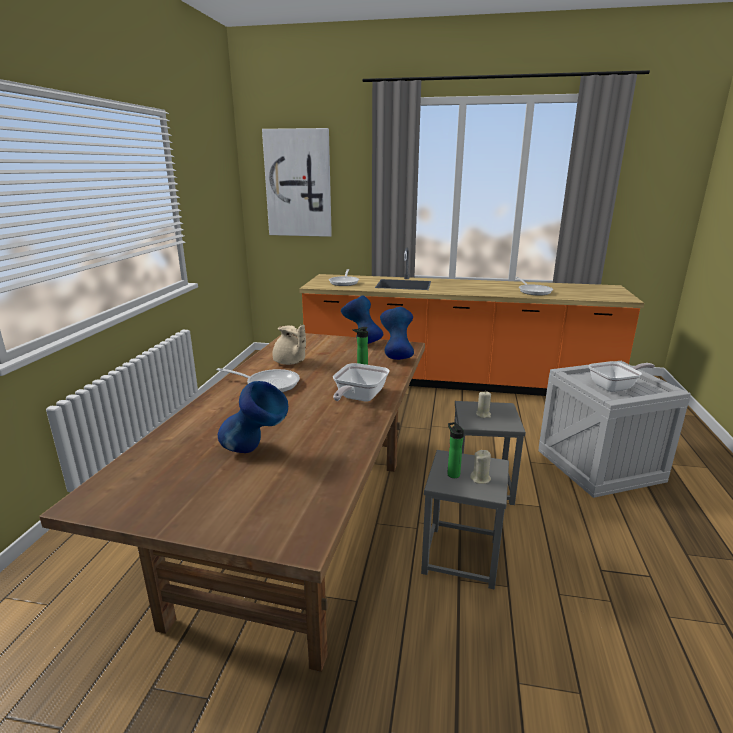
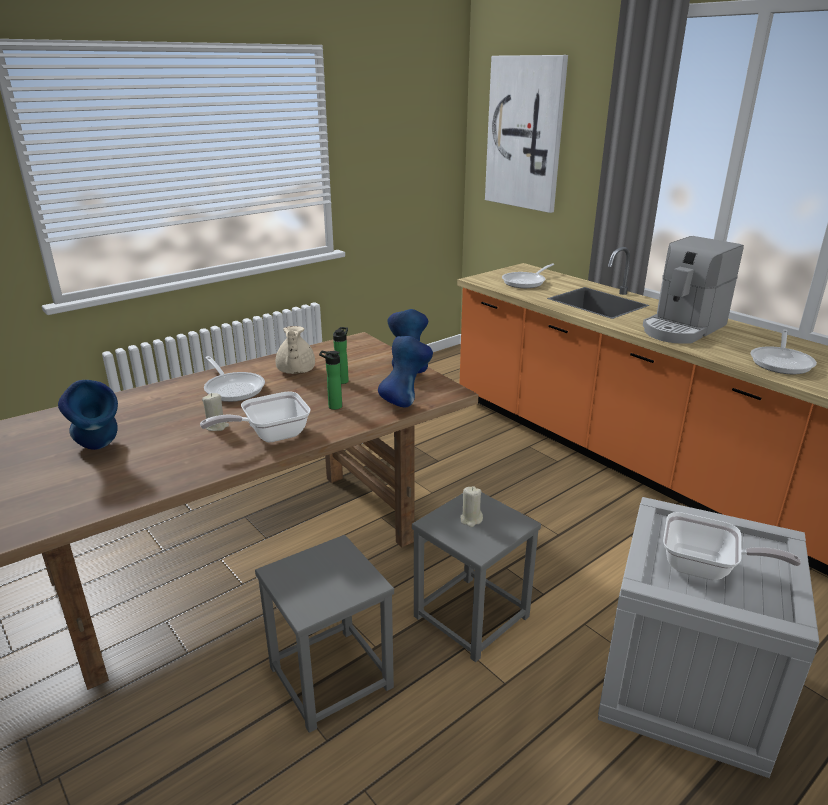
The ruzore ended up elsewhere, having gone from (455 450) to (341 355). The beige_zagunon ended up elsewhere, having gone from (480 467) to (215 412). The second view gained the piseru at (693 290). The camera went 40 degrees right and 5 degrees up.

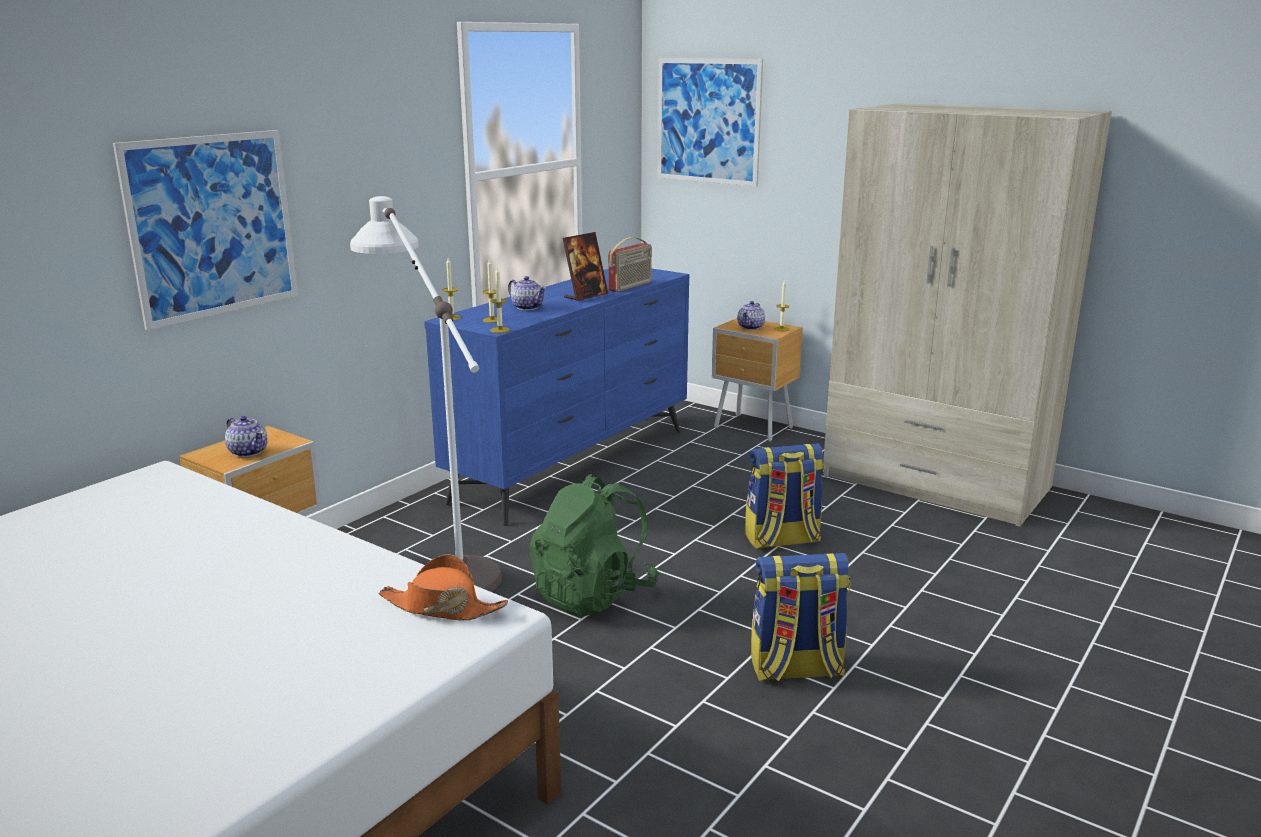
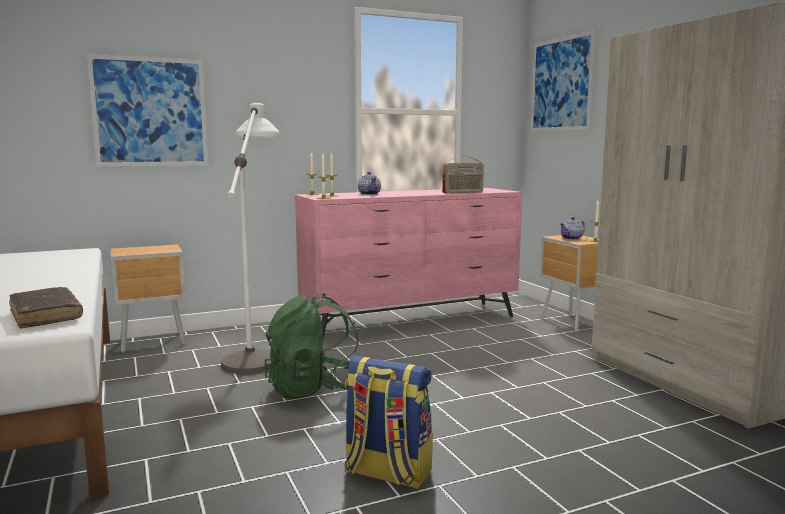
The second view lost the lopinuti at (246 436). Where the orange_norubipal stood at (443 587), the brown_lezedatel came to stand at (46 307). What was the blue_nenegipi at (556 397) turned into the pink_nenegipi at (408 263). The second view lost the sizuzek at (585 266). The second view lost the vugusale at (784 496). The camera went 30 degrees right and 10 degrees down.

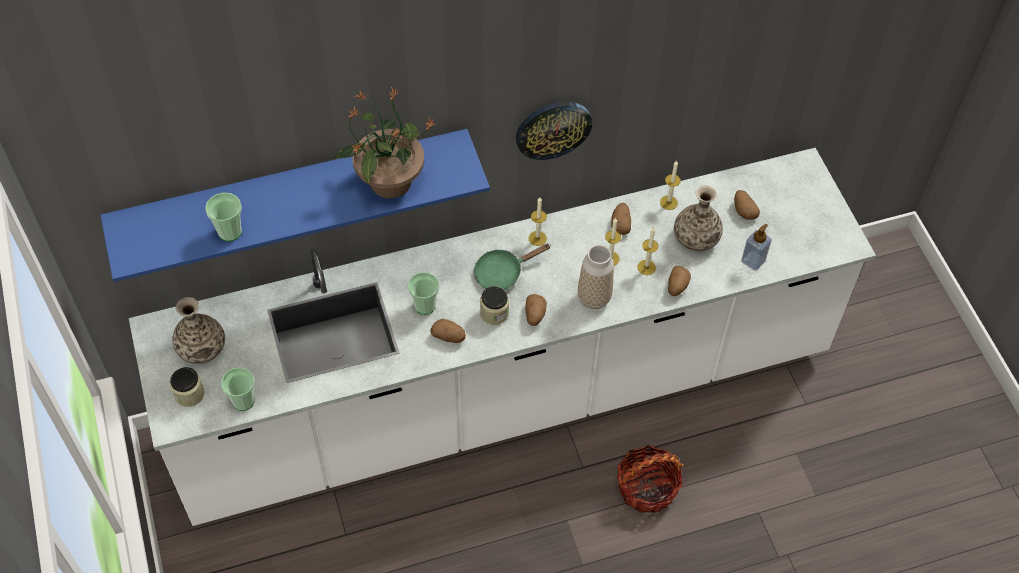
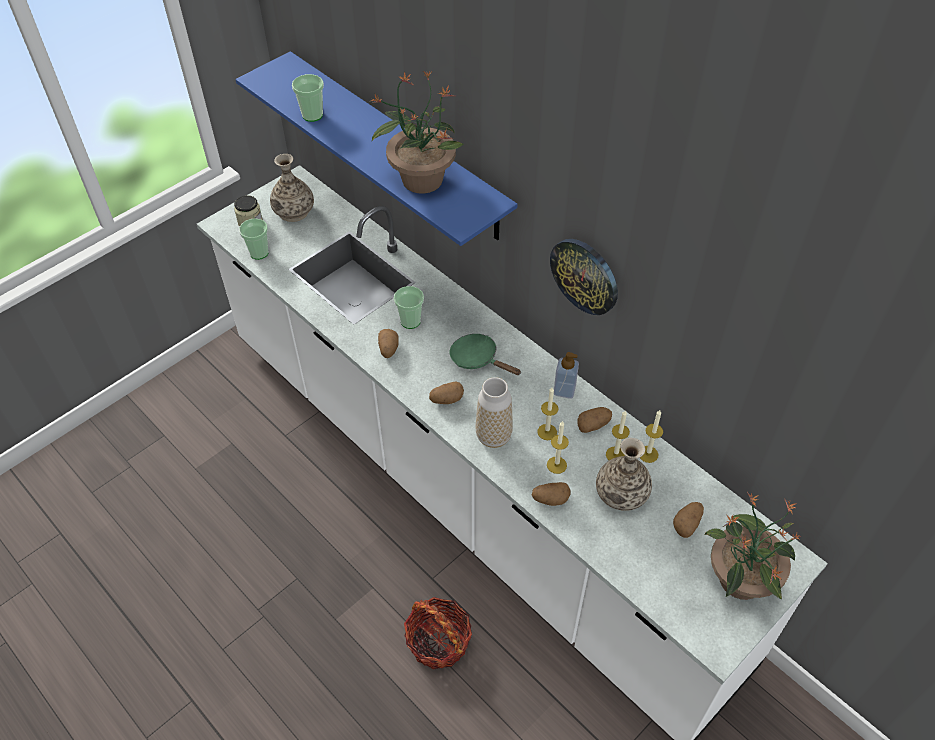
The second view lost the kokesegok at (494 305). The zagunon ended up elsewhere, having gone from (538 221) to (618 435). The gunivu ended up elsewhere, having gone from (756 247) to (566 375). The second view gained the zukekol at (752 546). The camera went 65 degrees right and 5 degrees down.

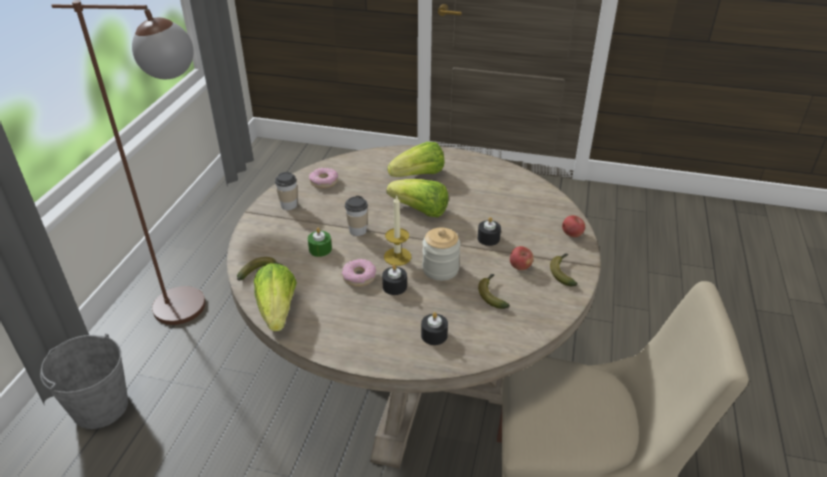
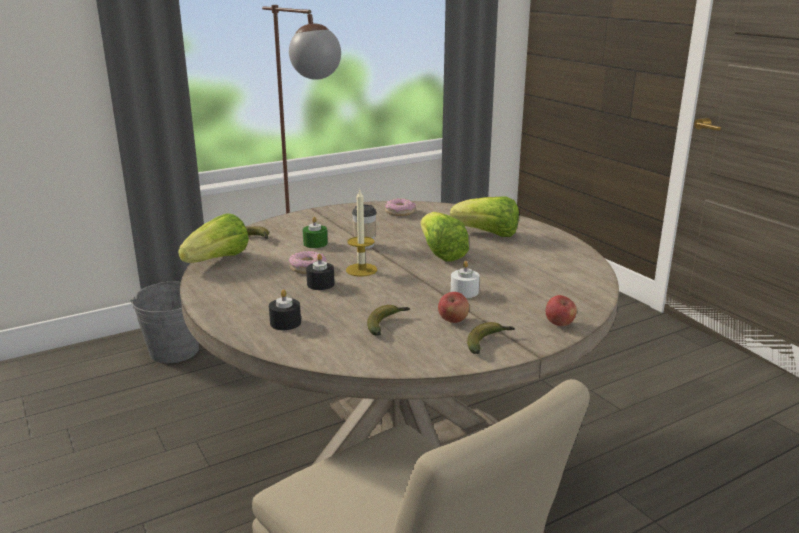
The second view lost the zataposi at (286 191). The second view lost the kokesegok at (441 254). What was the black_zagunon at (489 231) turned into the white_zagunon at (465 279). The camera went 45 degrees right and 15 degrees down.

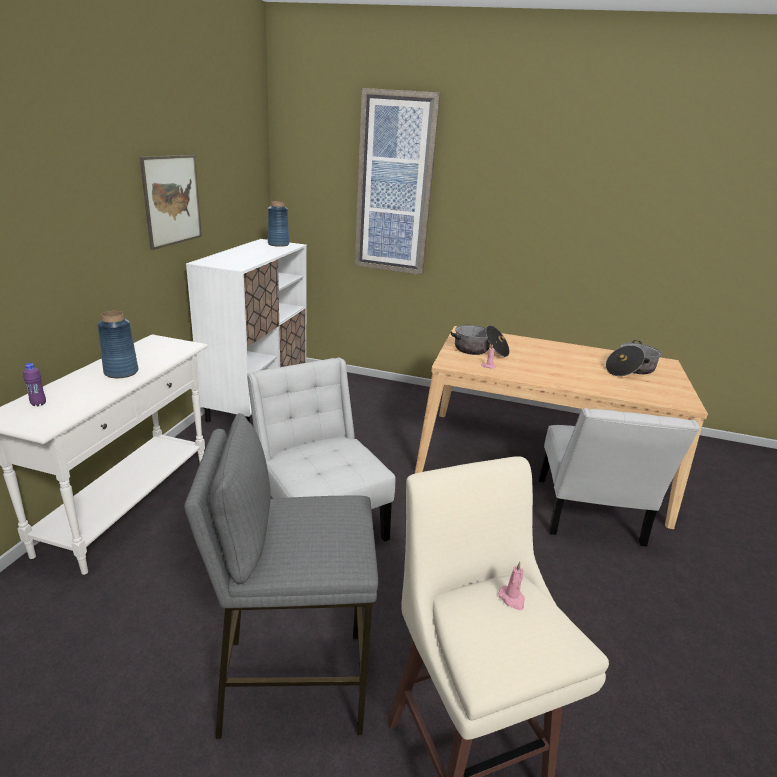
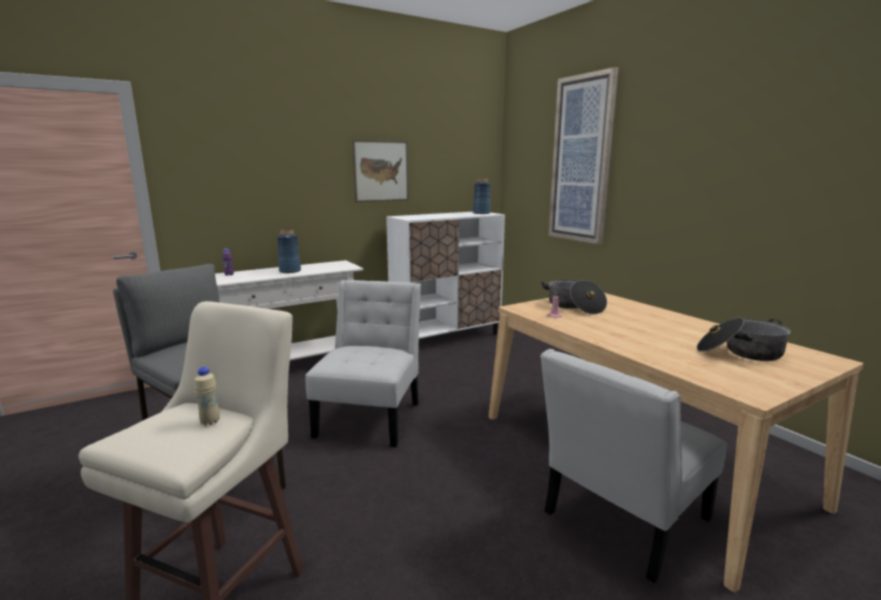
Where the pink_zagunon stood at (511 586), the beige_ruzore came to stand at (207 396). The camera went 45 degrees right and 10 degrees down.

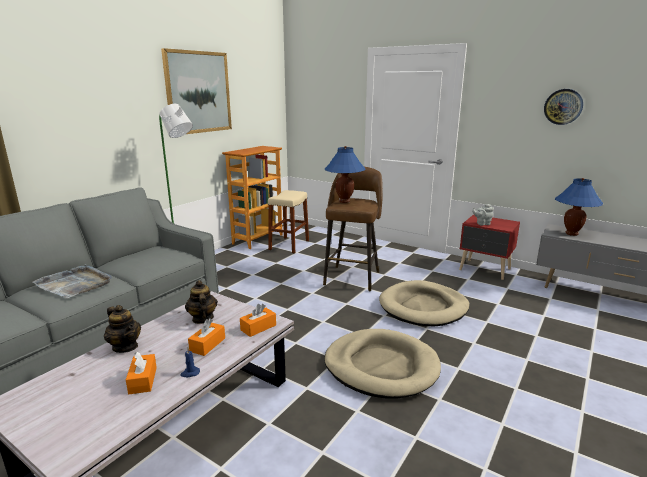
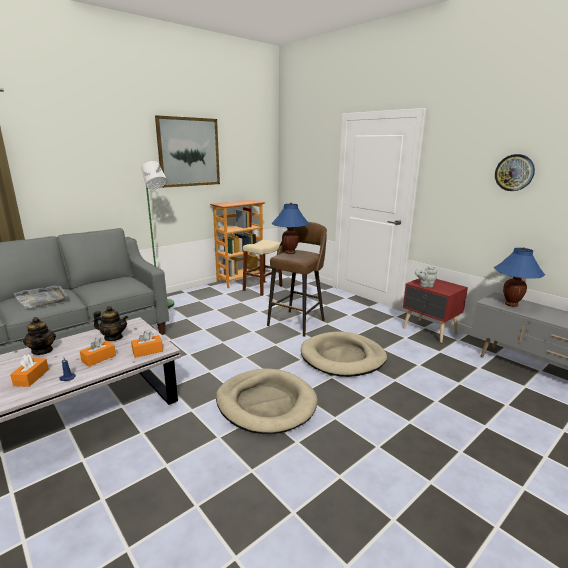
The lopinuti at (201 302) ended up facing another way, 105 degrees clockwise from before. The camera went 15 degrees right and 0 degrees up.

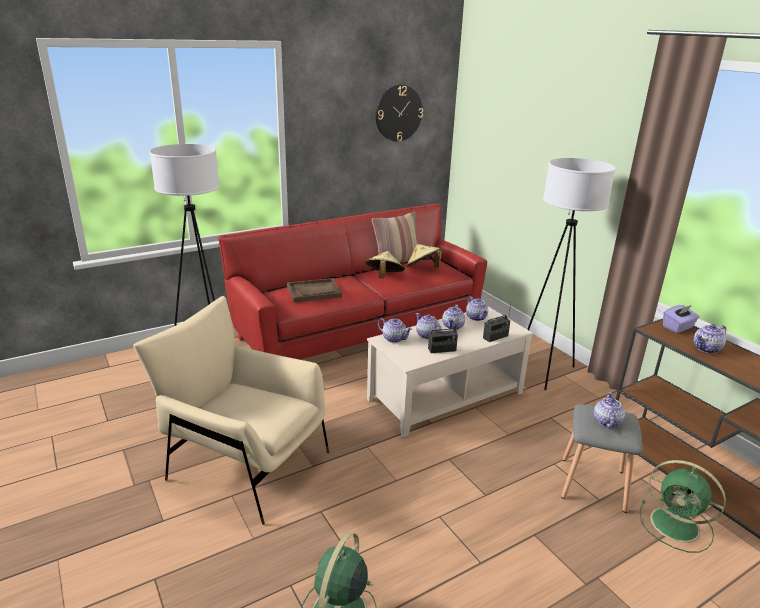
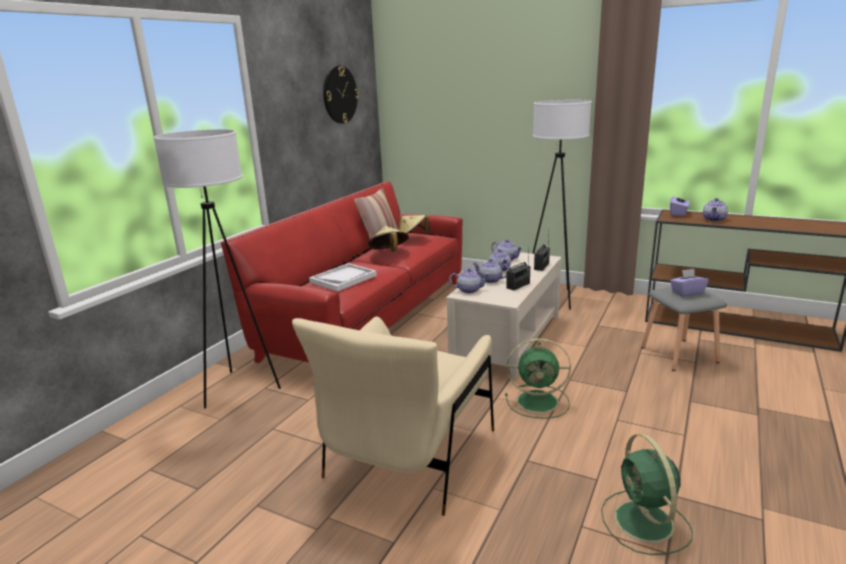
The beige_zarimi at (231 410) ended up facing another way, 60 degrees counterclockwise from before. What was the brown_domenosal at (314 290) turned into the white_domenosal at (343 277). Where the lopinuti stood at (609 410), the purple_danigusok came to stand at (689 282). The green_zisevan ended up elsewhere, having gone from (682 506) to (538 378). The camera went 30 degrees left and 5 degrees down.

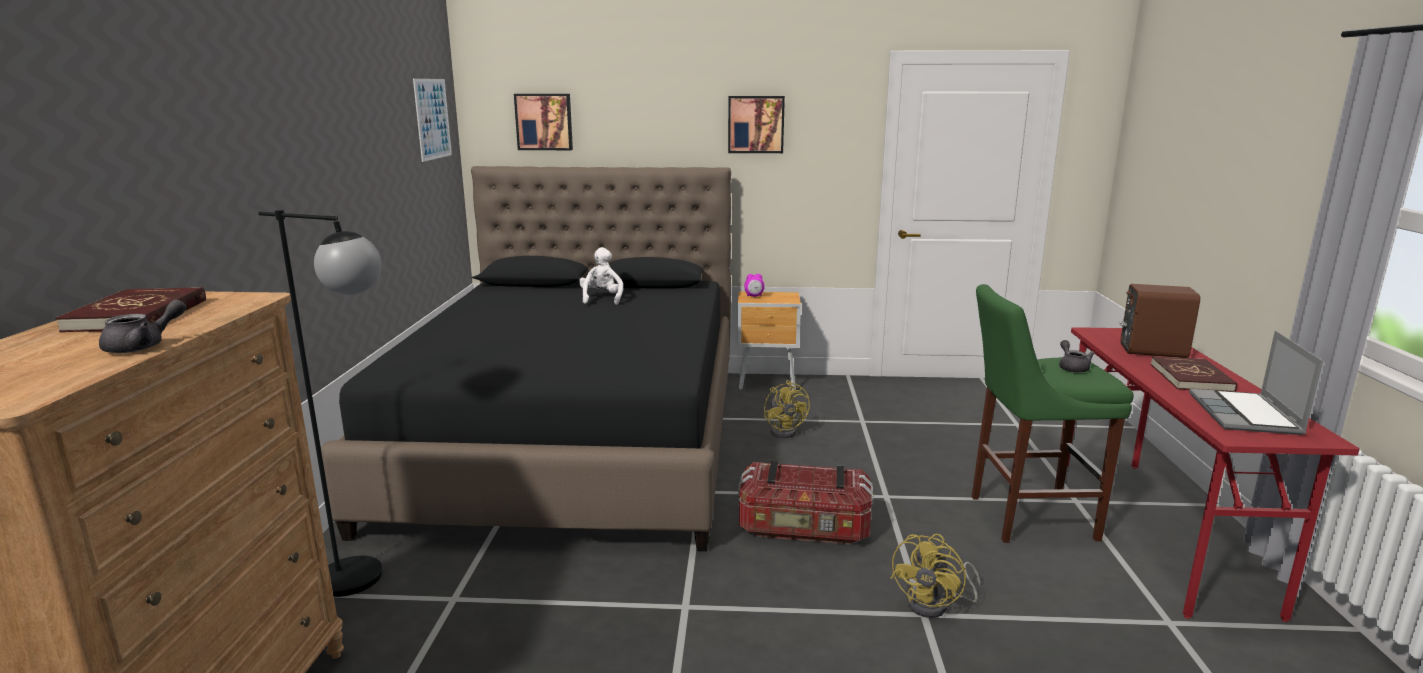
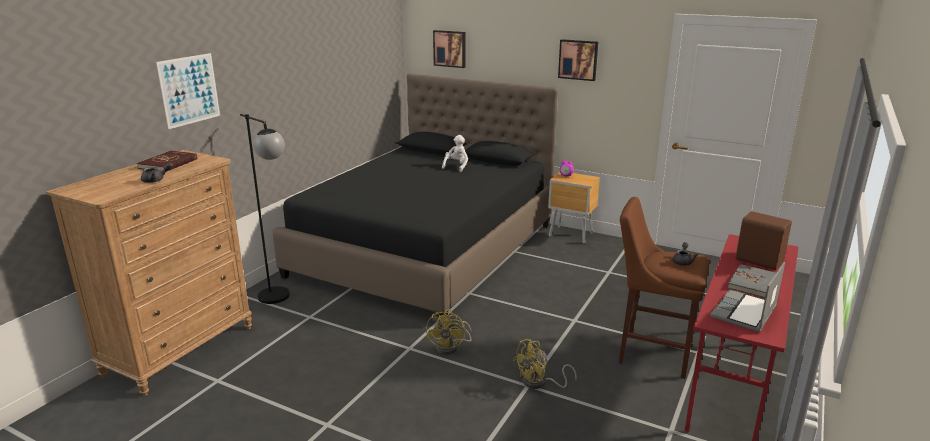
The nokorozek ended up elsewhere, having gone from (432 120) to (188 91). The second view lost the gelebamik at (806 502). The yellow_zisevan ended up elsewhere, having gone from (787 409) to (448 332). What was the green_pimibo at (1052 413) turned into the brown_pimibo at (664 288). What was the red_lezedatel at (1194 374) turned into the grey_lezedatel at (752 281). The camera went 25 degrees right and 5 degrees up.

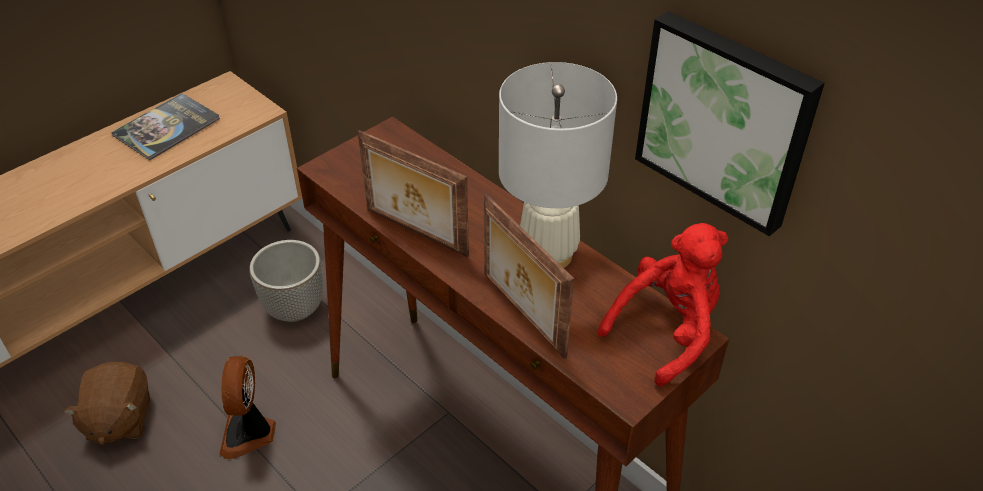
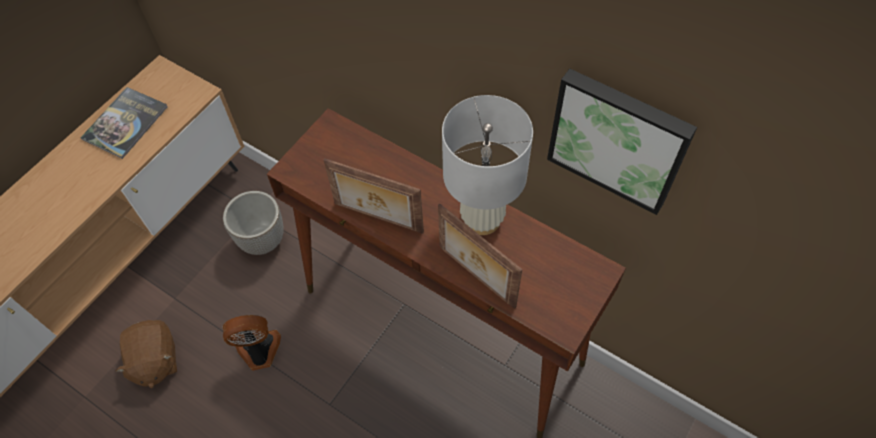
The zisevan at (247 407) ended up facing another way, 90 degrees clockwise from before. The second view lost the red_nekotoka at (663 304). The camera went 10 degrees left and 15 degrees up.

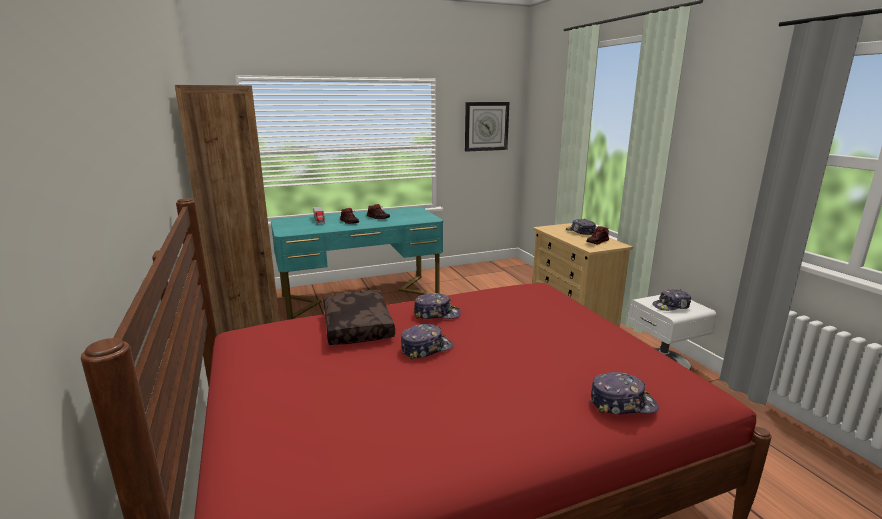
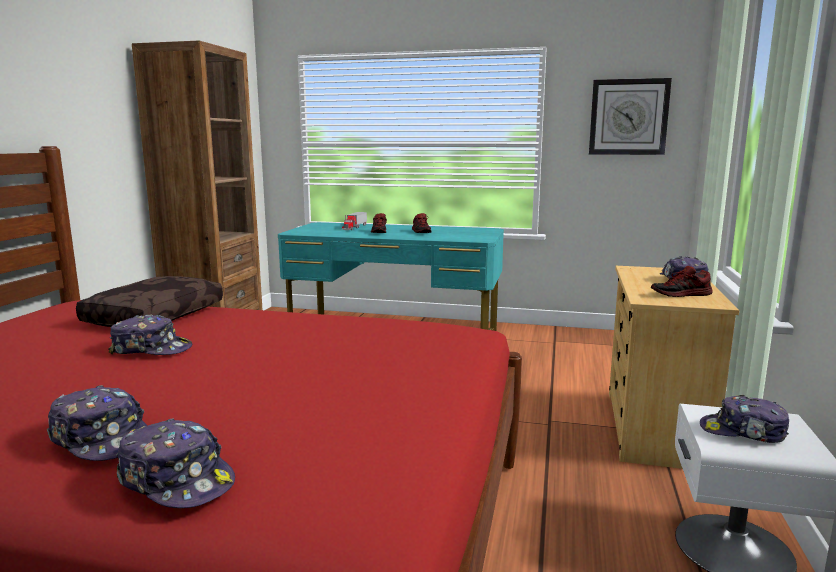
The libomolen ended up elsewhere, having gone from (437 306) to (97 423). The camera went 35 degrees right and 5 degrees down.

